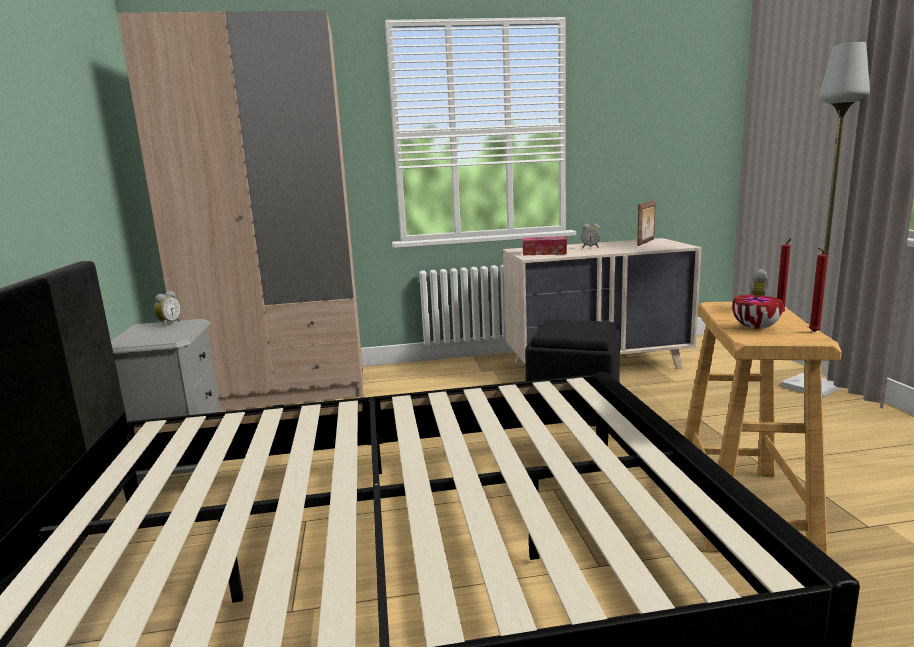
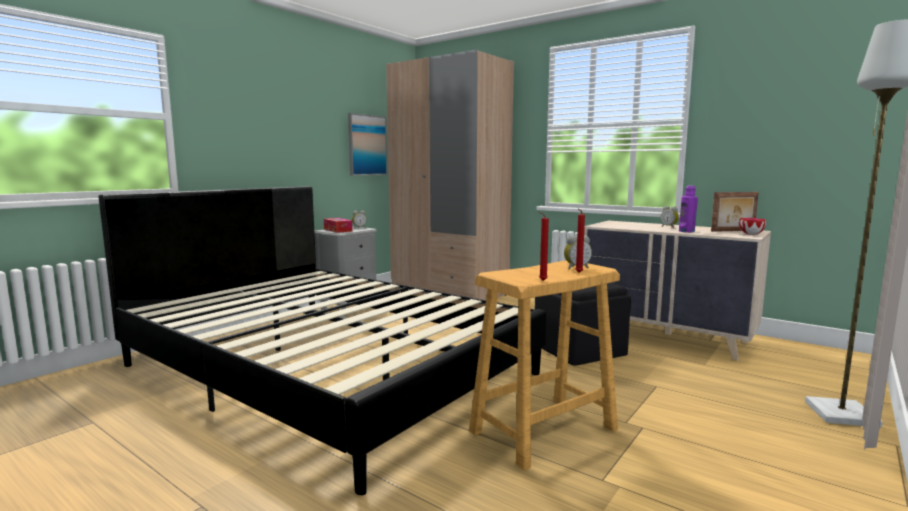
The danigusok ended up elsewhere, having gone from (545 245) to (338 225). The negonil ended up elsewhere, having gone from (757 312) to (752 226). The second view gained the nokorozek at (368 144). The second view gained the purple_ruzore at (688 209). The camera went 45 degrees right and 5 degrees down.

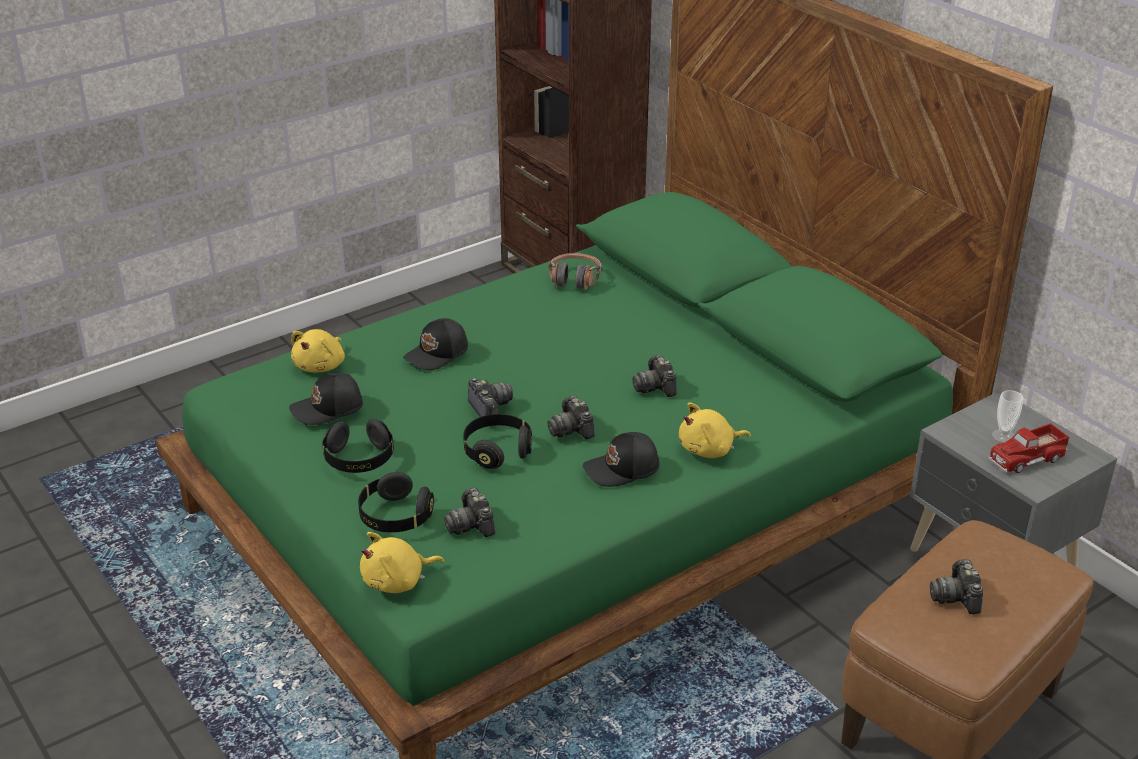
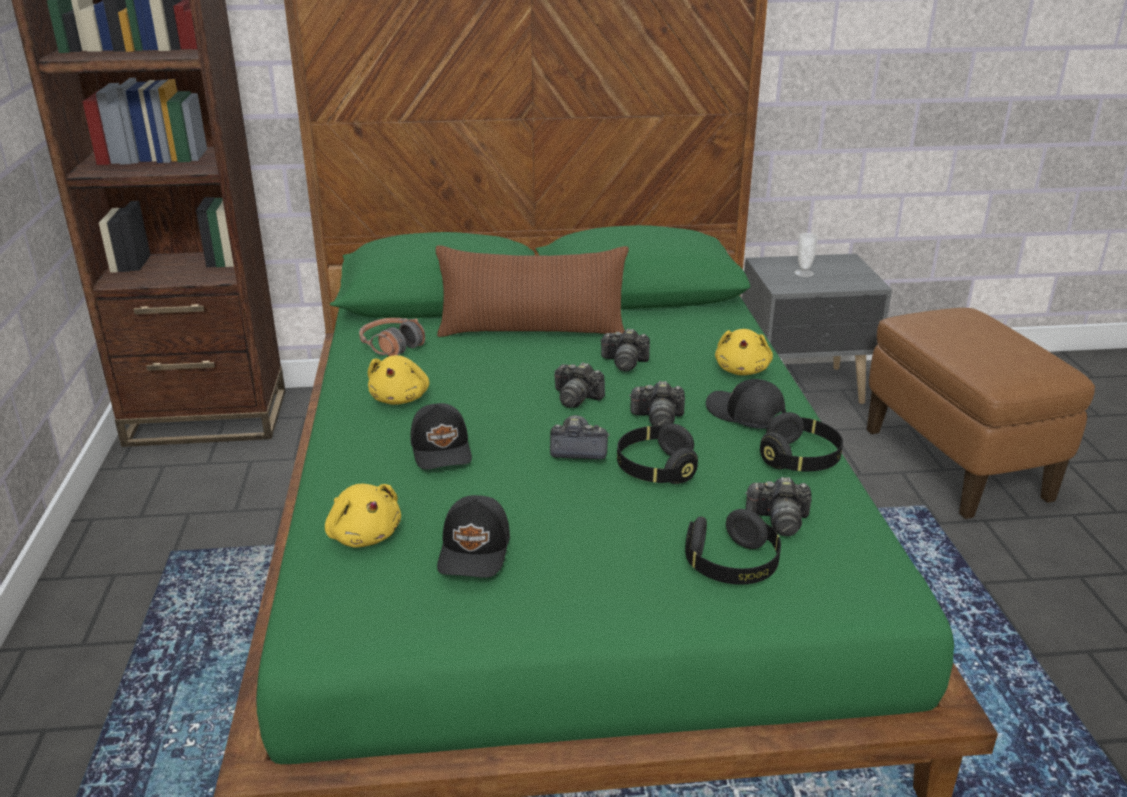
The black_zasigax ended up elsewhere, having gone from (358 446) to (801 442). The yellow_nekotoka ended up elsewhere, having gone from (402 562) to (398 380). The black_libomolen at (621 459) ended up facing another way, 120 degrees clockwise from before. The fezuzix ended up elsewhere, having gone from (956 586) to (579 385). The second view lost the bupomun at (1028 448). The second view gained the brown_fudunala at (532 291). The camera went 60 degrees left and 5 degrees down.

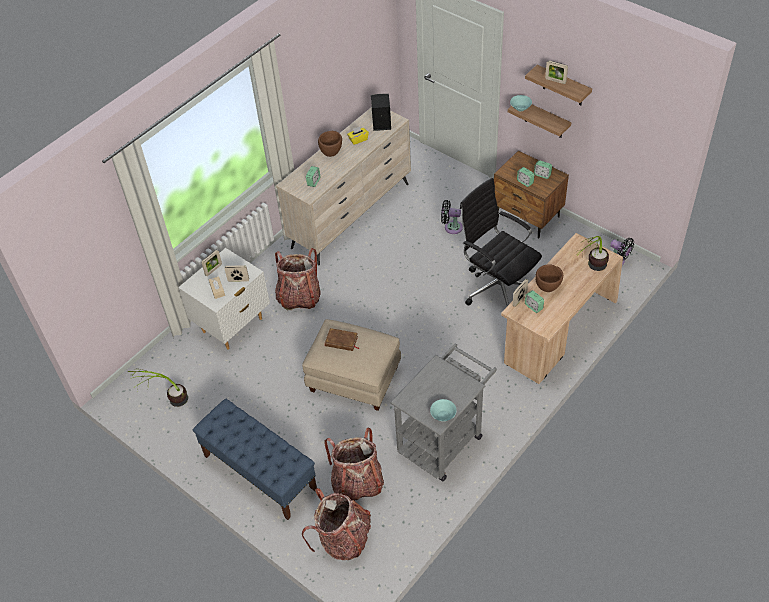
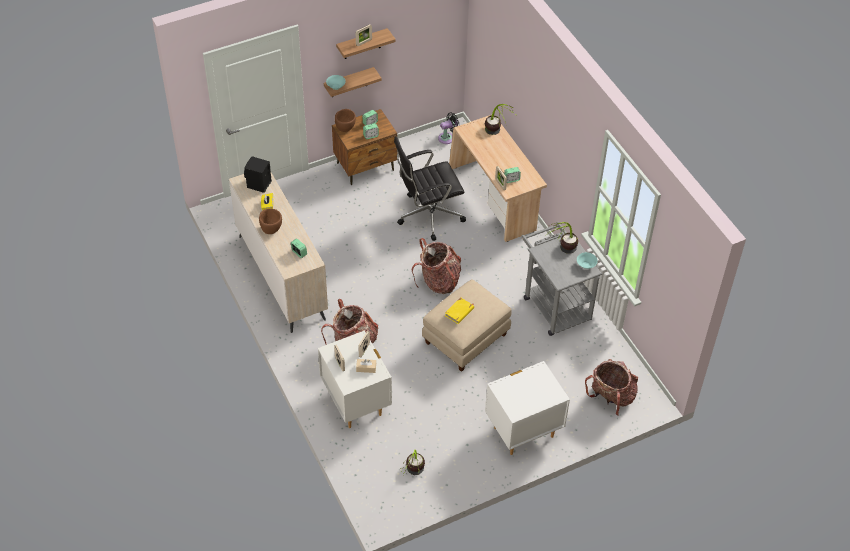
Where the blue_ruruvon stood at (255 459), the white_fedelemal came to stand at (527 408). The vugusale ended up elsewhere, having gone from (354 464) to (436 266). What was the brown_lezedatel at (342 339) turned into the yellow_lezedatel at (459 310). The second view lost the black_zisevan at (452 217). The brown_negonil ended up elsewhere, having gone from (549 278) to (345 120). The second view gained the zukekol at (561 238). The camera went 70 degrees left and 0 degrees up.

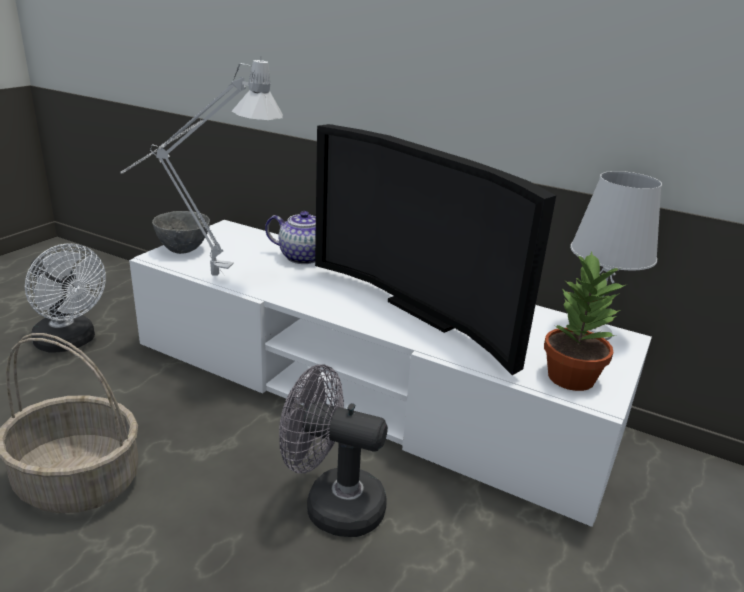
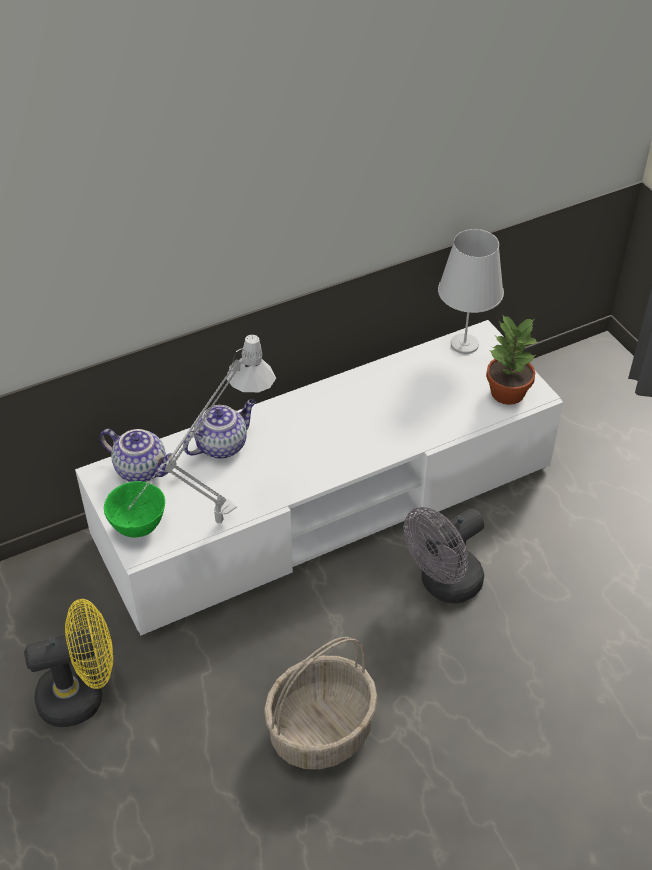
What was the white_zisevan at (65 298) turned into the yellow_zisevan at (68 663). What was the grey_negonil at (181 232) turned into the green_negonil at (134 509). The second view lost the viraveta at (435 249). The second view gained the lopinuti at (138 455). The camera went 55 degrees left and 20 degrees up.

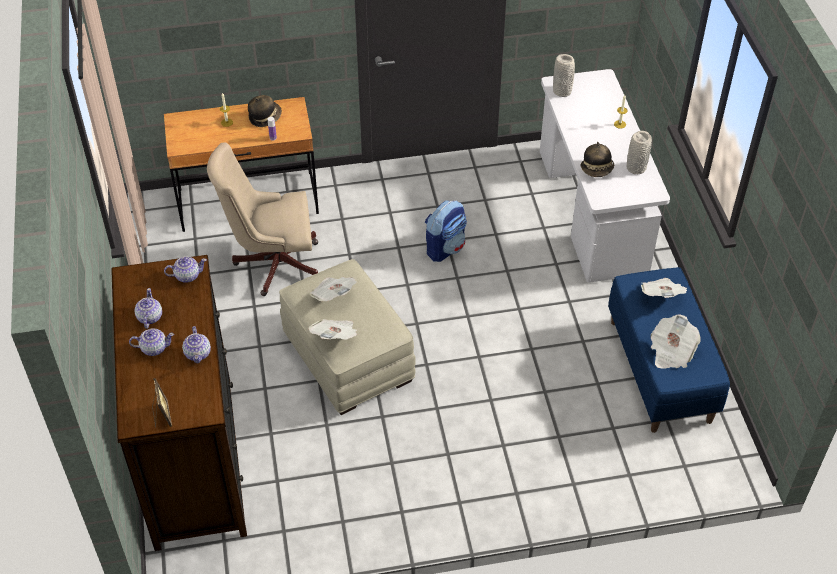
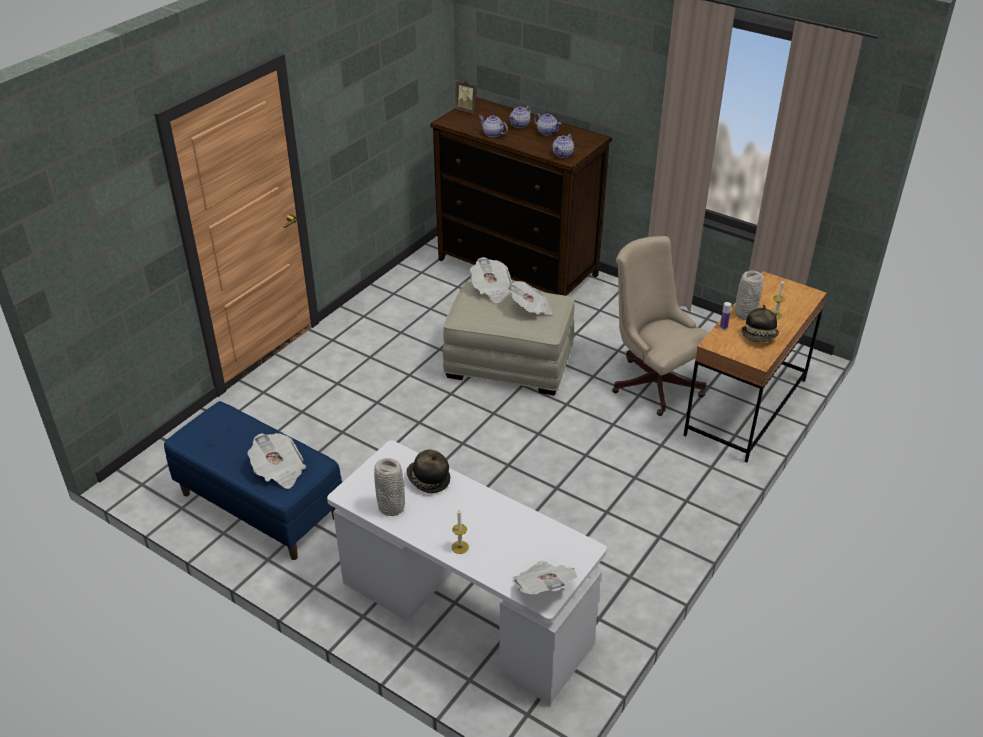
The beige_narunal at (262 219) ended up facing another way, 75 degrees counterclockwise from before. The second view lost the vugusale at (446 231). The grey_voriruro ended up elsewhere, having gone from (564 75) to (749 295). The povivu ended up elsewhere, having gone from (675 341) to (545 577). The camera went 135 degrees right and 10 degrees down.

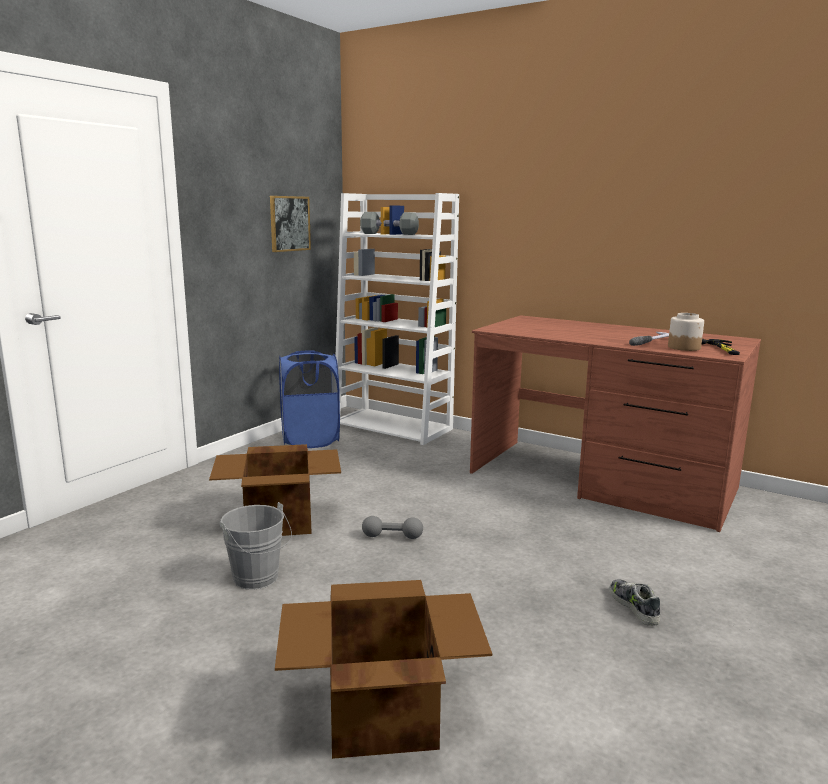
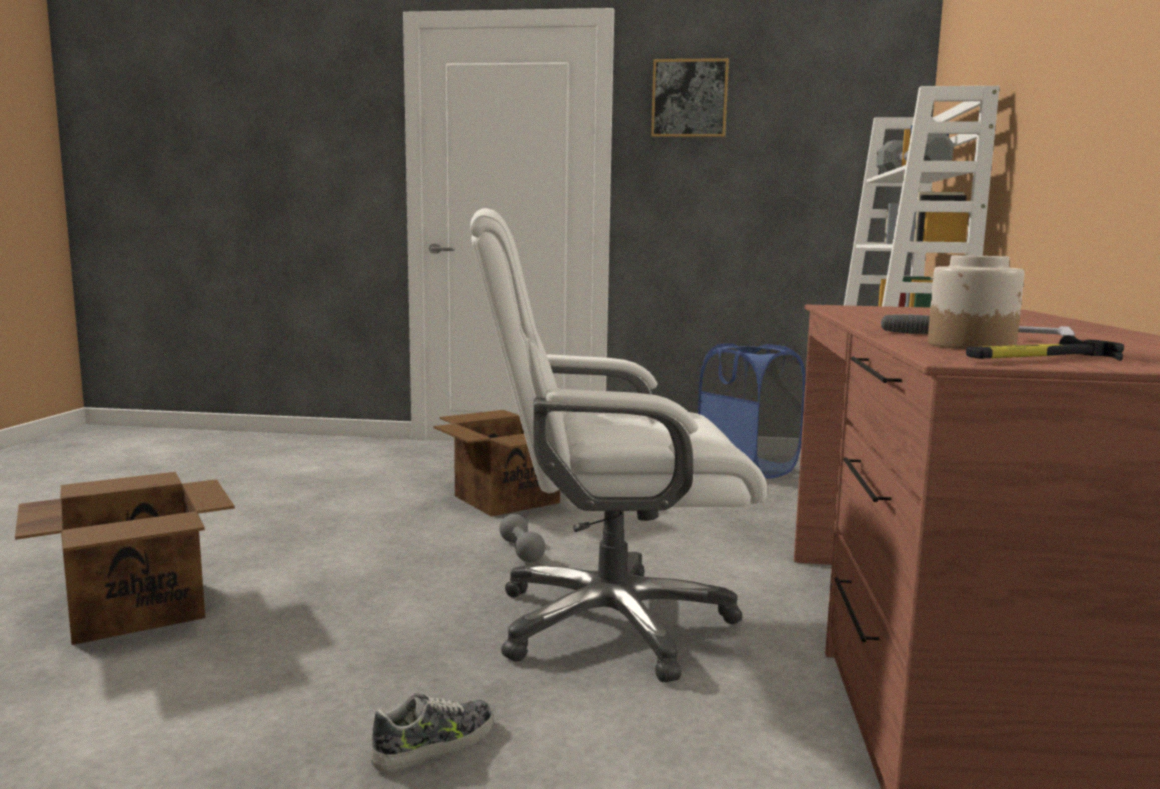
The second view lost the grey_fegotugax at (255 546). The nokorozek ended up elsewhere, having gone from (290 224) to (690 97). The second view gained the white_narunal at (618 445). The camera went 65 degrees right and 5 degrees down.

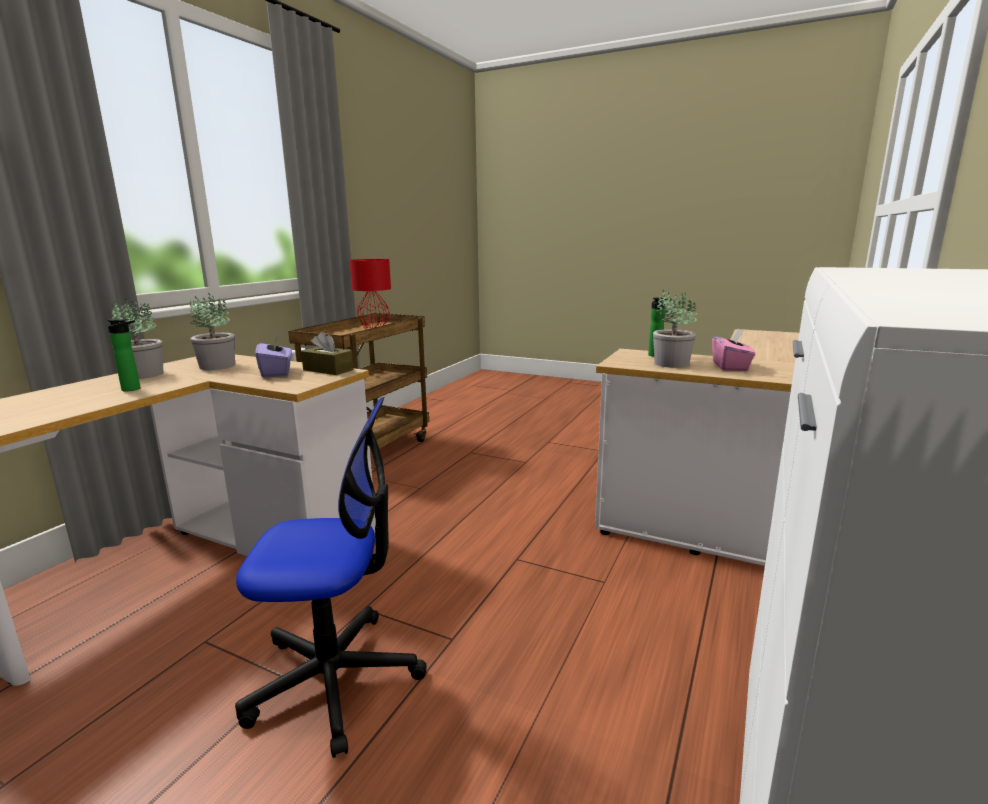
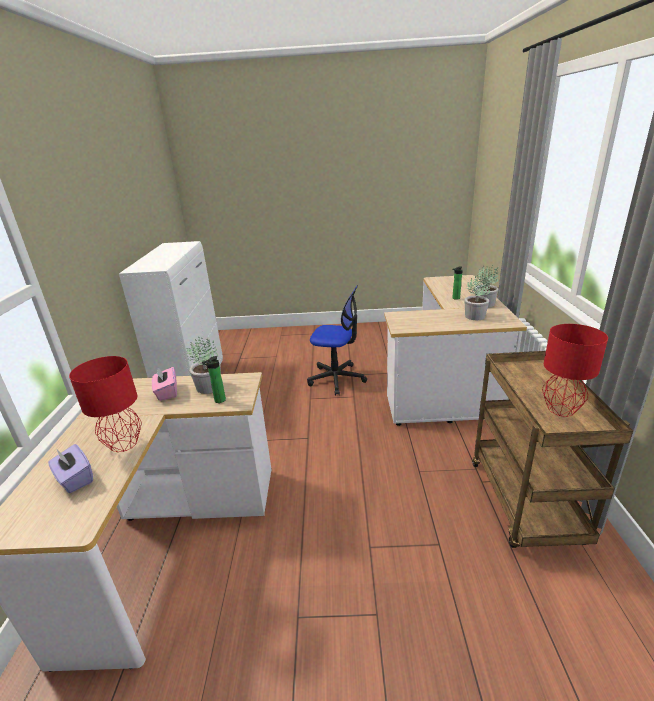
The narunal at (331 577) ended up facing another way, 135 degrees counterclockwise from before. The purple_danigusok ended up elsewhere, having gone from (273 356) to (70 468). The second view lost the brown_danigusok at (327 353). The second view gained the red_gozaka at (105 404). The camera went 155 degrees right and 10 degrees up.

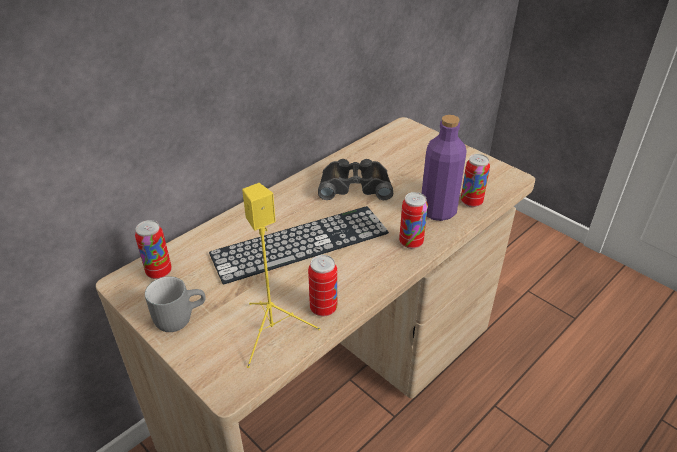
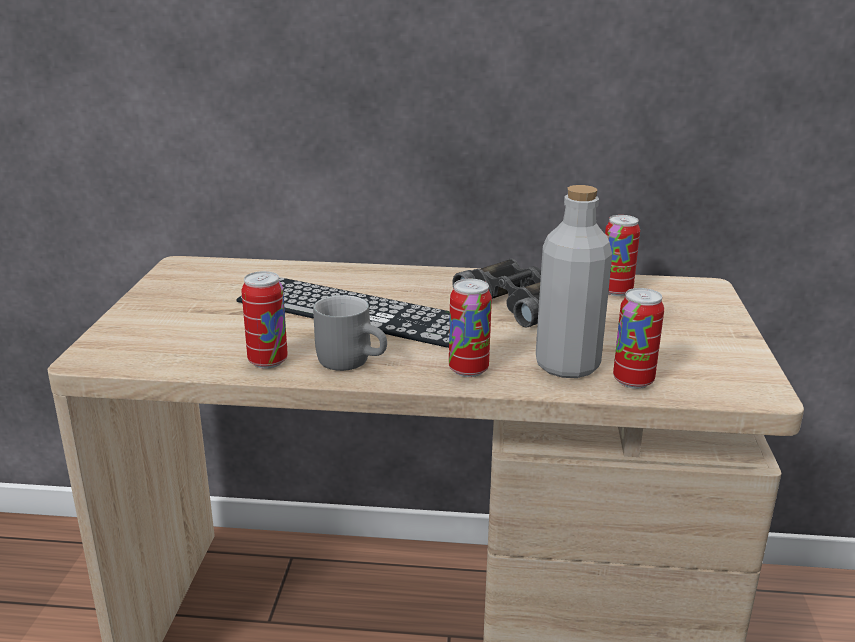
The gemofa ended up elsewhere, having gone from (153 249) to (622 255). The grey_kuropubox ended up elsewhere, having gone from (175 304) to (350 333). The second view lost the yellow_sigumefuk at (281 275). What was the purple_ruzore at (444 168) turned into the grey_ruzore at (574 281). The camera went 50 degrees right and 15 degrees down.

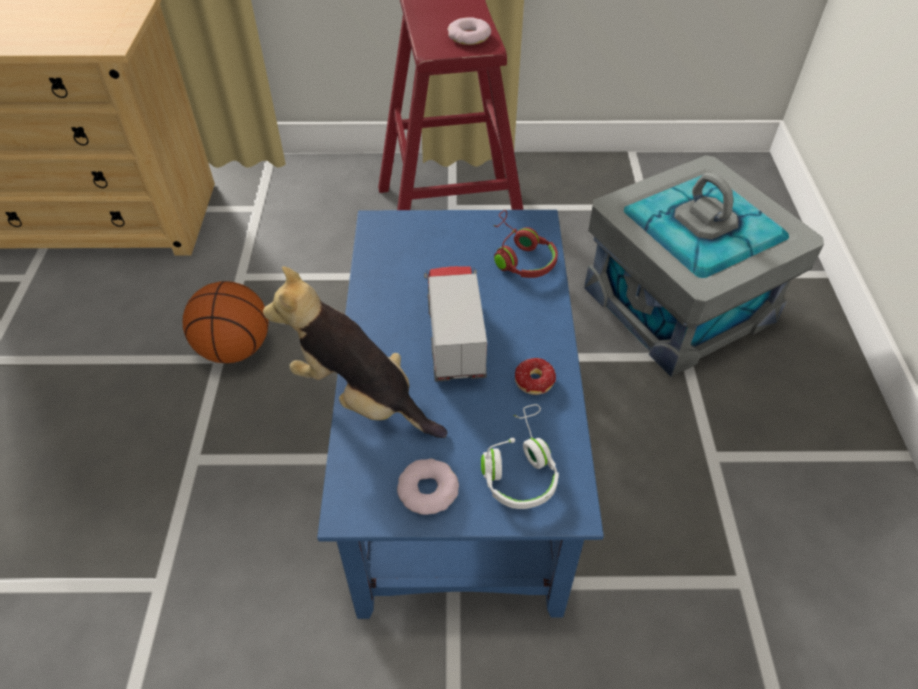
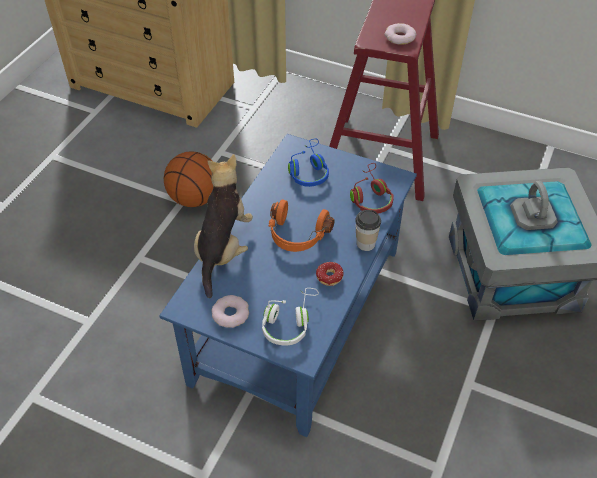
The nekotoka at (355 352) ended up facing another way, 45 degrees clockwise from before. Where the bupomun stood at (455 324), the orange_zasigax came to stand at (302 226). The second view gained the blue_zasigax at (308 162). The second view gained the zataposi at (368 230). The camera went 25 degrees right and 0 degrees up.

